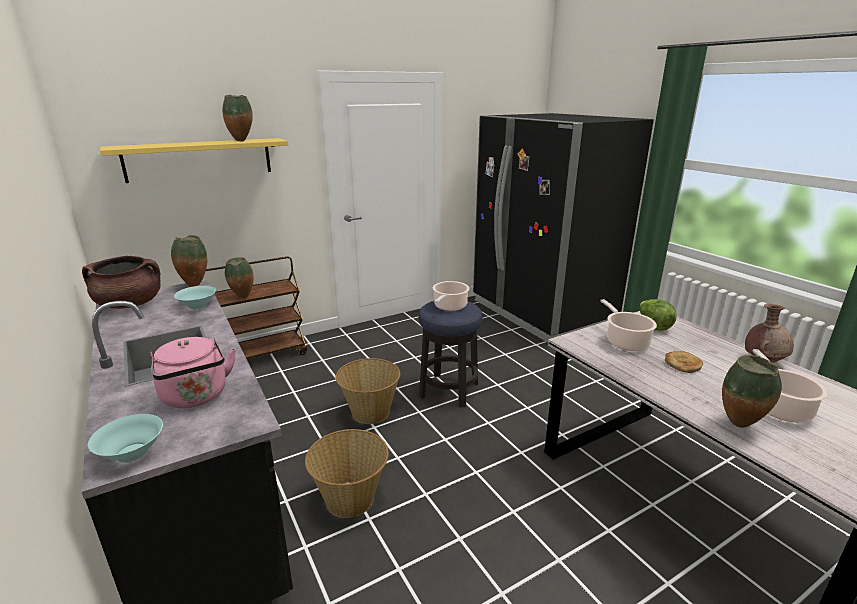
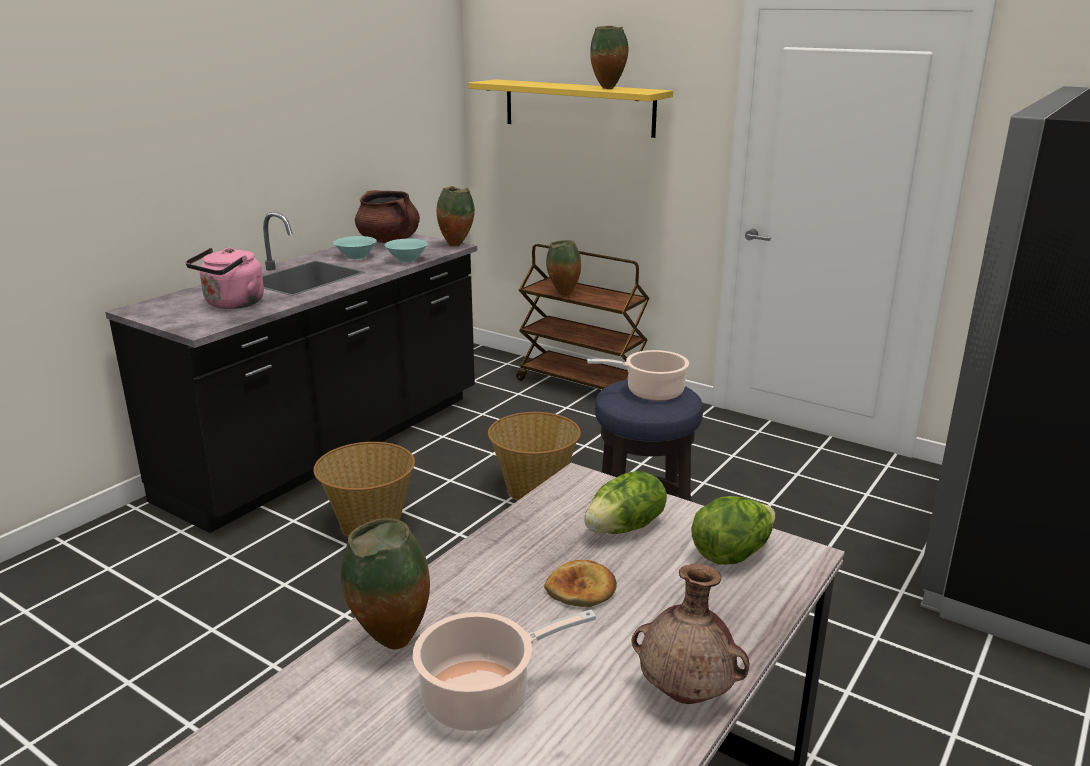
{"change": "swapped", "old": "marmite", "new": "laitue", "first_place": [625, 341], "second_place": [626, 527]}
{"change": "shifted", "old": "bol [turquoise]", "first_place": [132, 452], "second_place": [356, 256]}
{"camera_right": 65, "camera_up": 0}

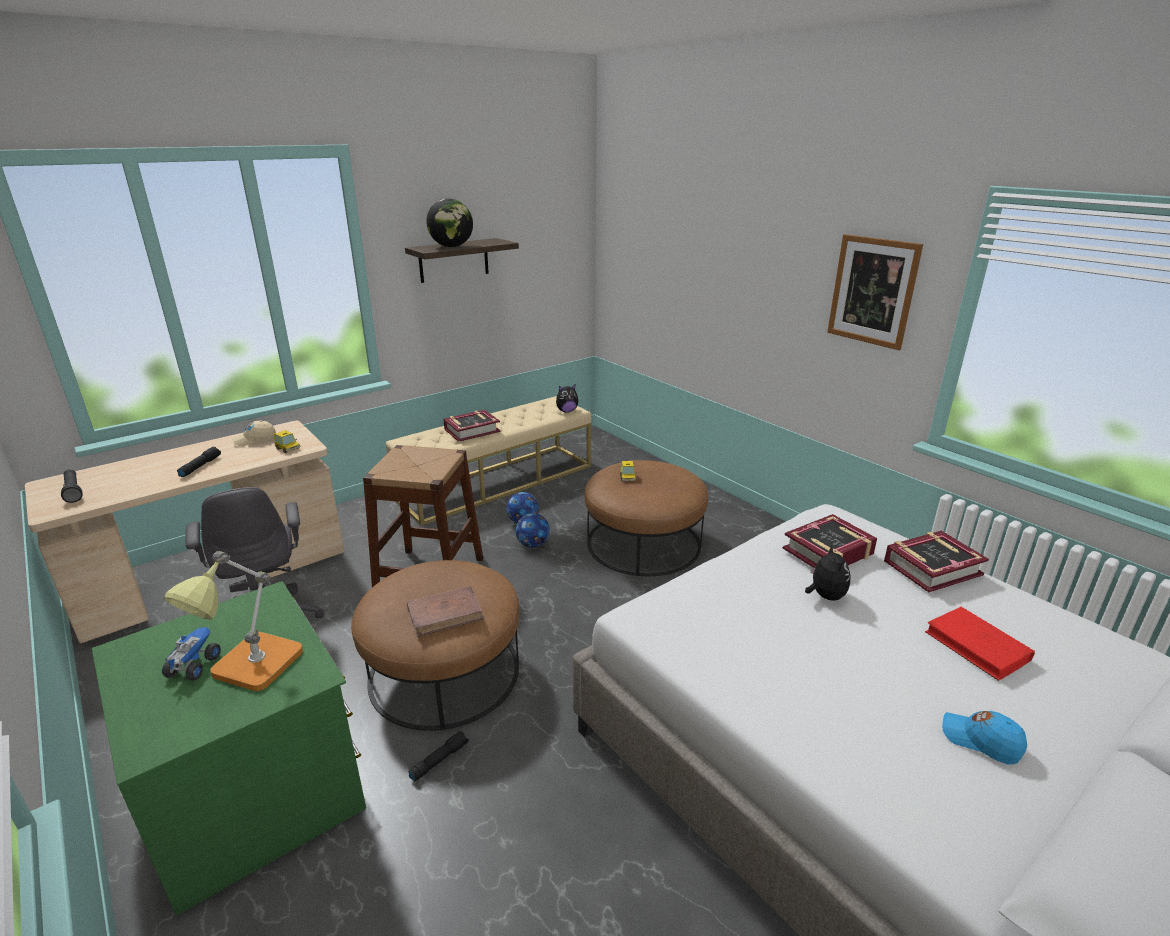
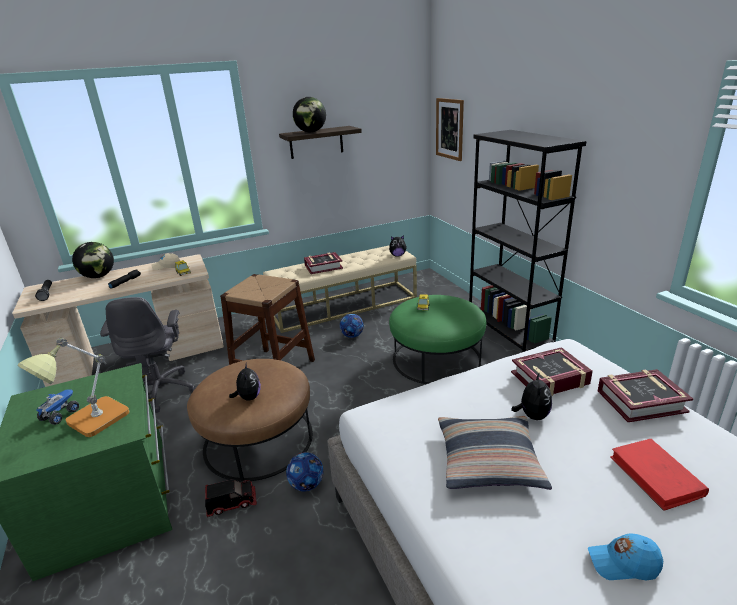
{"change": "shifted", "old": "tableau", "first_place": [872, 291], "second_place": [449, 129]}
{"change": "repainted", "old": "pouf [marron]", "new": "pouf [vert]", "first_place": [643, 543], "second_place": [436, 358]}
{"change": "shifted", "old": "ballon de foot", "first_place": [533, 544], "second_place": [307, 485]}
{"change": "swapped", "old": "livre [marron]", "new": "peluche", "first_place": [445, 614], "second_place": [248, 397]}
{"change": "rotated", "old": "casquette [bleu]", "first_place": [980, 741], "second_place": [623, 563], "degrees": -45}
{"change": "swapped", "old": "lampe de poche [noir]", "new": "camion jouet", "first_place": [439, 760], "second_place": [232, 503]}
{"change": "new", "new": "bibliothèque [noir]", "second_place": [508, 336]}
{"change": "new", "new": "globe", "second_place": [98, 276]}
{"change": "new", "new": "coussin", "second_place": [488, 461]}
{"camera_right": 15, "camera_up": 0}

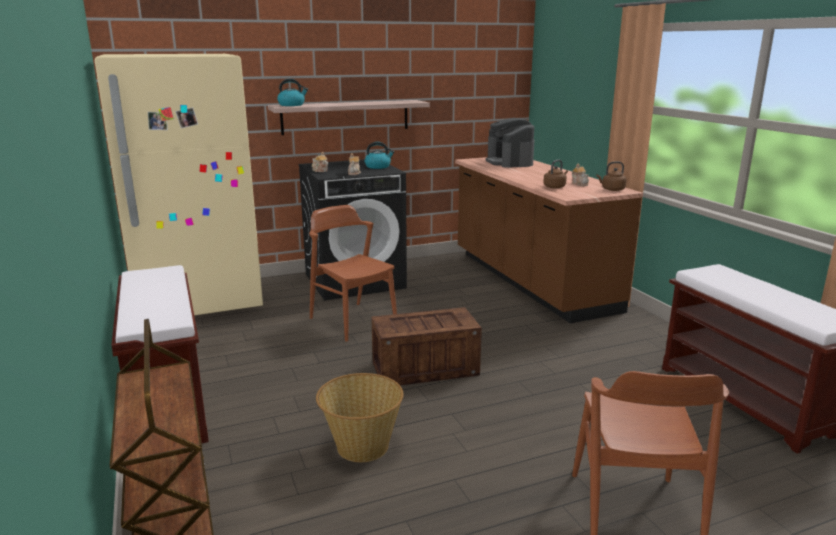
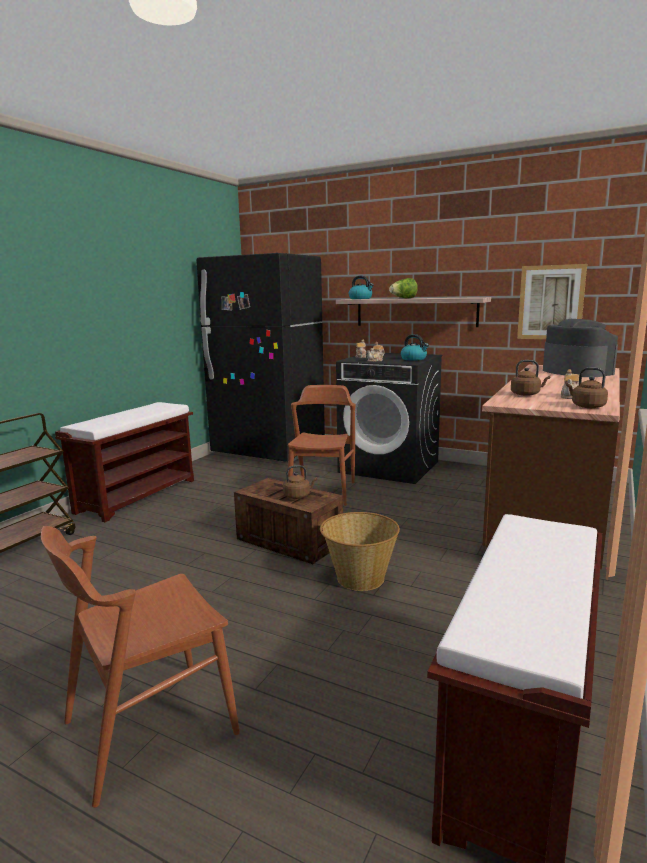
{"change": "repainted", "old": "réfrigérateur [beige]", "new": "réfrigérateur [noir]", "first_place": [199, 303], "second_place": [269, 451]}
{"change": "rotated", "old": "machine à café", "first_place": [509, 162], "second_place": [576, 372], "degrees": 120}
{"change": "shifted", "old": "panier", "first_place": [361, 446], "second_place": [359, 578]}
{"change": "new", "new": "tableau", "second_place": [551, 302]}
{"change": "new", "new": "laitue", "second_place": [403, 298]}
{"change": "new", "new": "bouilloire [marron]", "second_place": [298, 496]}
{"camera_right": 50, "camera_up": -5}

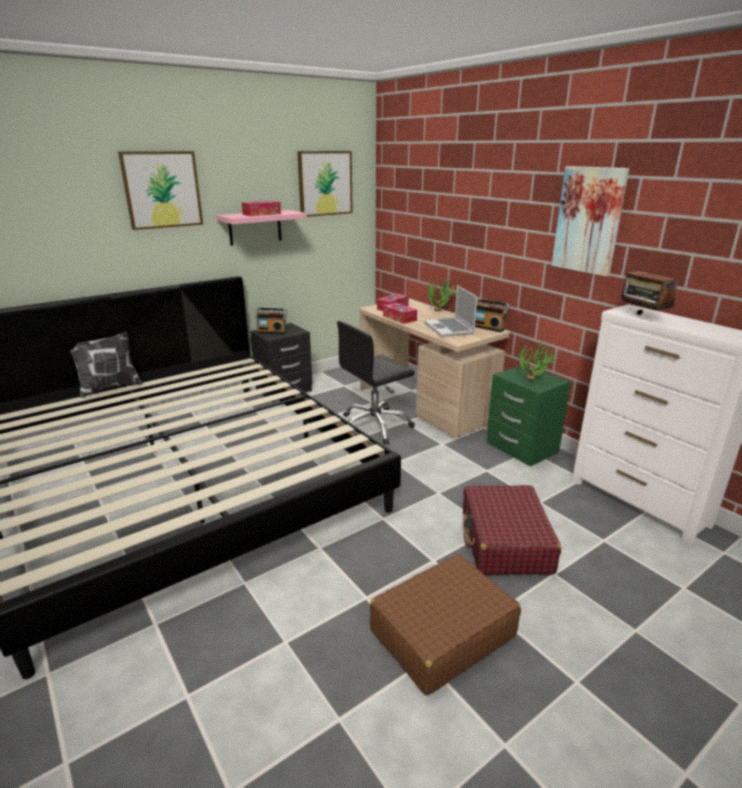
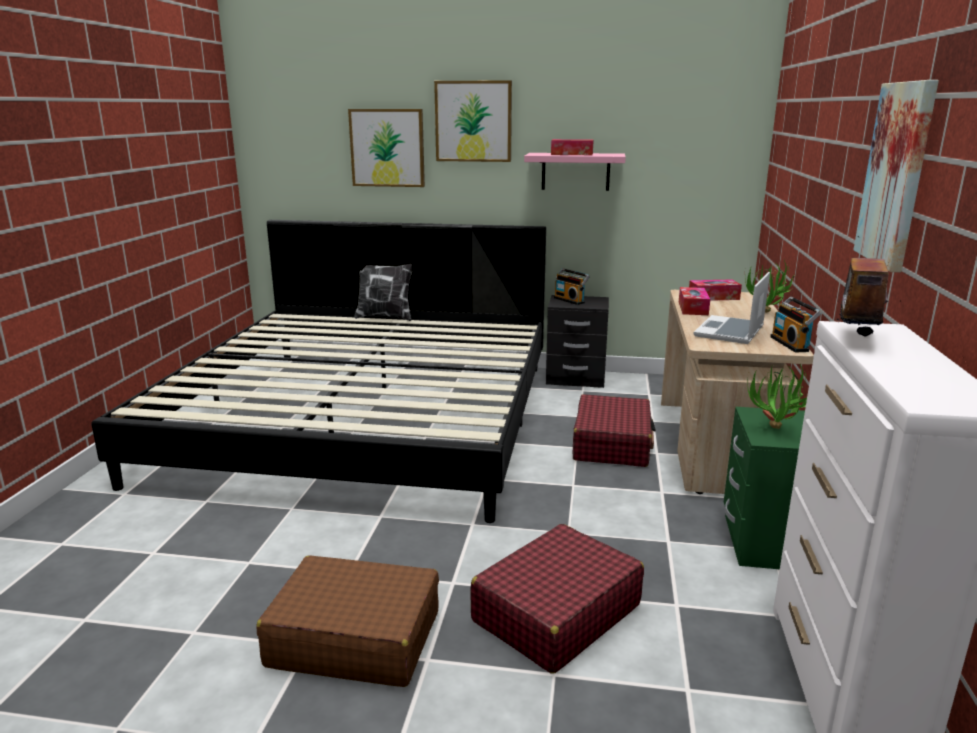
{"change": "shifted", "old": "tableau", "first_place": [325, 183], "second_place": [387, 148]}
{"change": "swapped", "old": "chaise de bureau [noir]", "new": "valise [rouge]", "first_place": [374, 426], "second_place": [612, 444]}
{"camera_right": 45, "camera_up": -5}

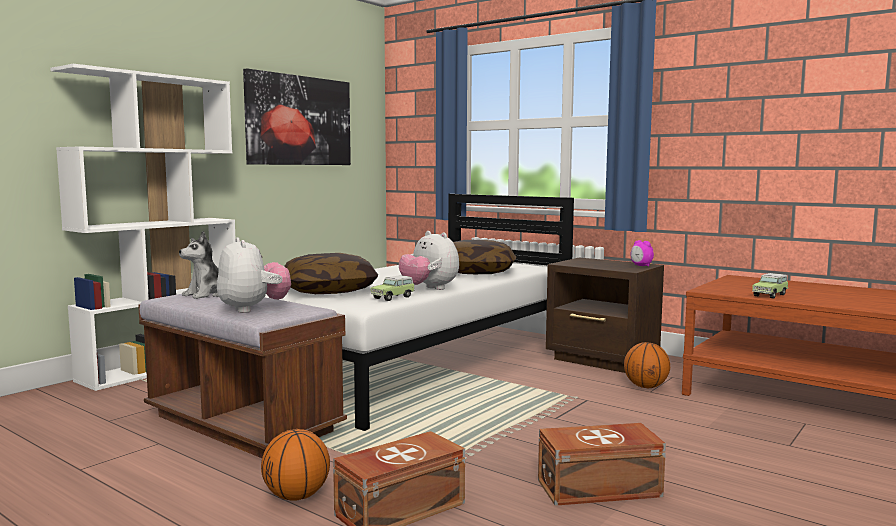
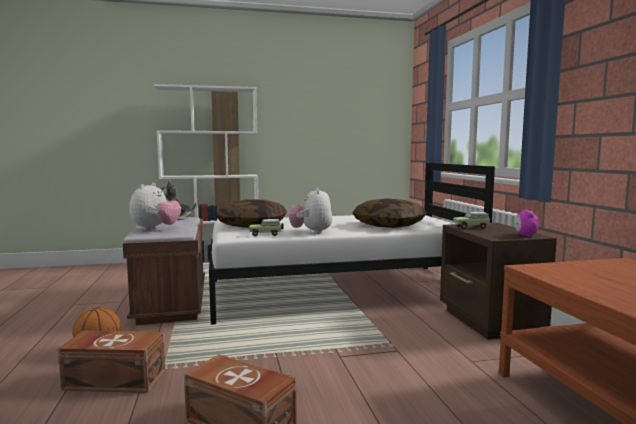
{"change": "gone", "old": "tableau", "first_place": [299, 120]}
{"change": "shifted", "old": "petite voiture", "first_place": [770, 295], "second_place": [472, 227]}
{"change": "gone", "old": "ballon de basket", "first_place": [646, 387]}
{"camera_right": 40, "camera_up": 0}

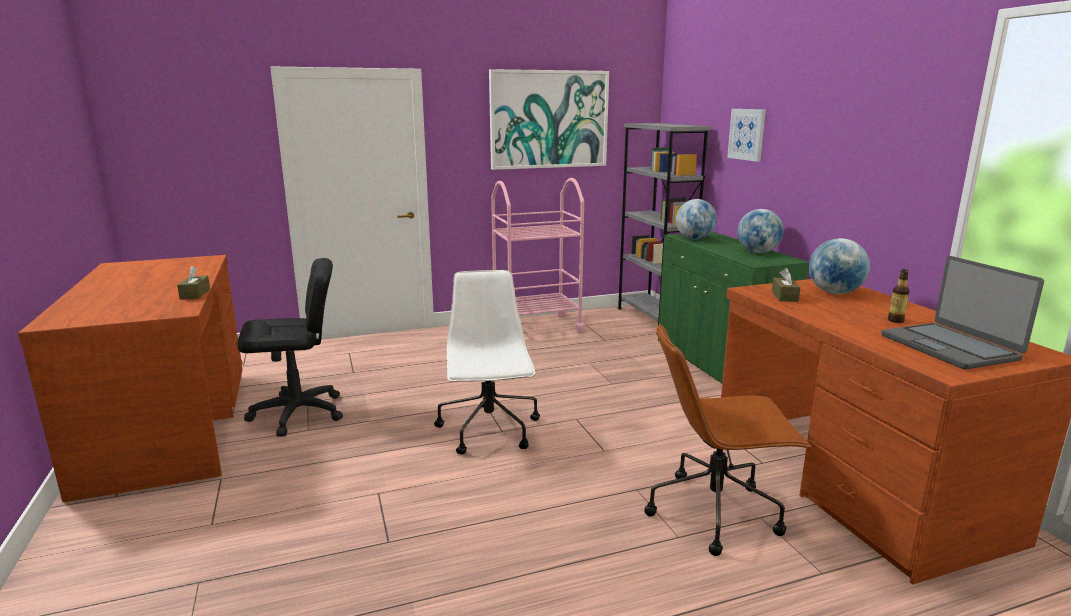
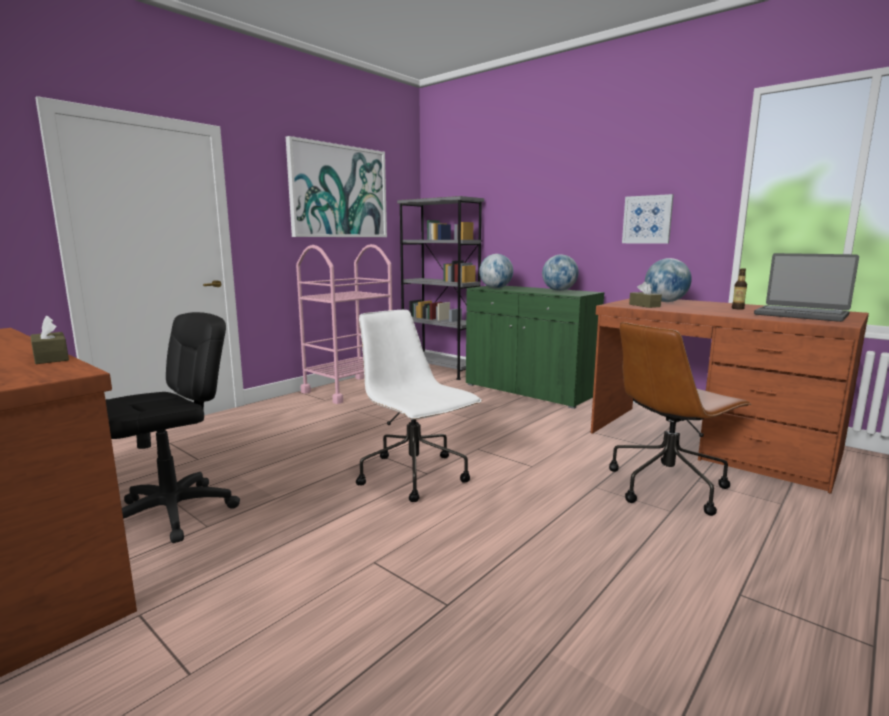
{"change": "shifted", "old": "tableau", "first_place": [747, 134], "second_place": [647, 219]}
{"camera_right": -30, "camera_up": -5}

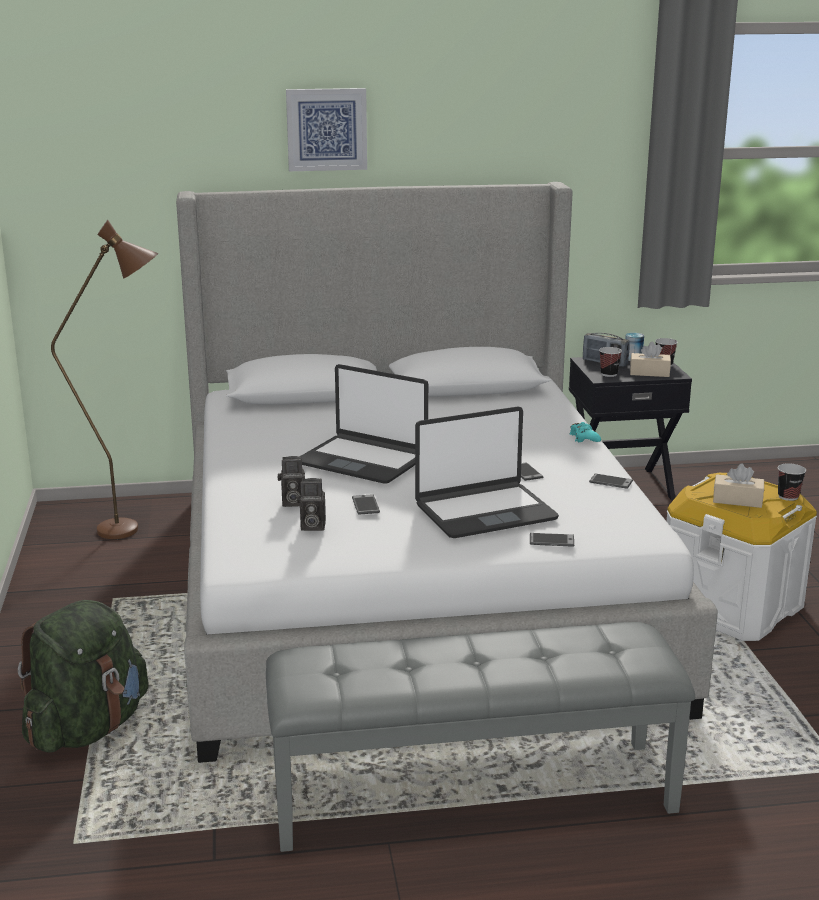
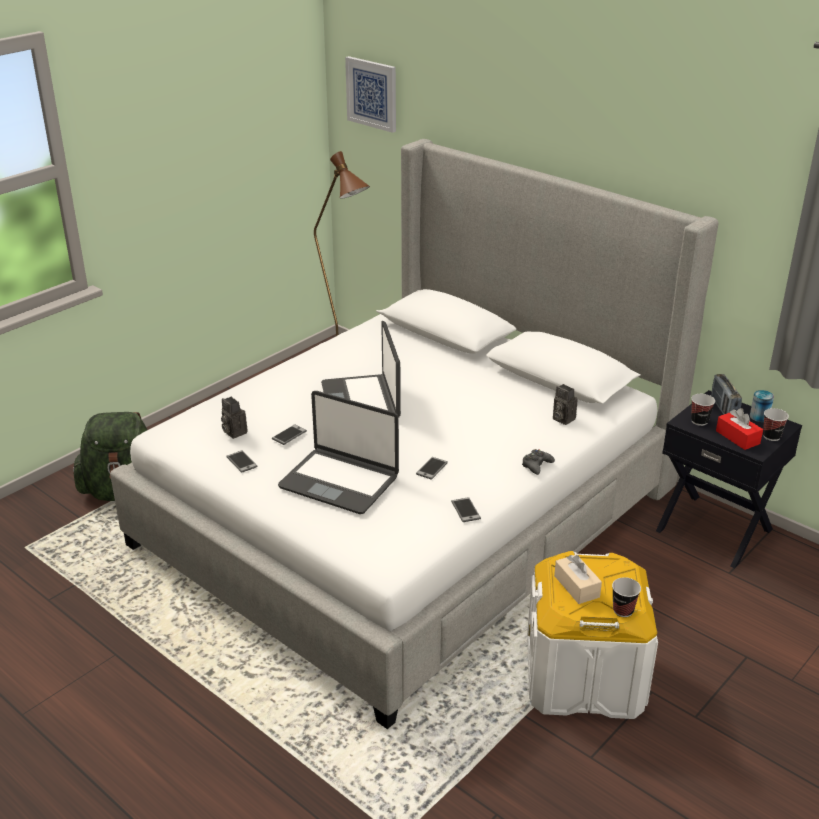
{"change": "shifted", "old": "tableau", "first_place": [326, 129], "second_place": [372, 93]}
{"change": "repainted", "old": "boîte à mouchoirs [beige]", "new": "boîte à mouchoirs [rouge]", "first_place": [649, 373], "second_place": [737, 437]}
{"change": "repainted", "old": "manette [turquoise]", "new": "manette [noir]", "first_place": [584, 438], "second_place": [536, 465]}
{"change": "shifted", "old": "appareil photo", "first_place": [292, 503], "second_place": [562, 419]}
{"change": "shifted", "old": "téléphone", "first_place": [551, 540], "second_place": [241, 462]}
{"change": "gone", "old": "banc [gris]", "first_place": [473, 792]}
{"camera_right": 50, "camera_up": 10}

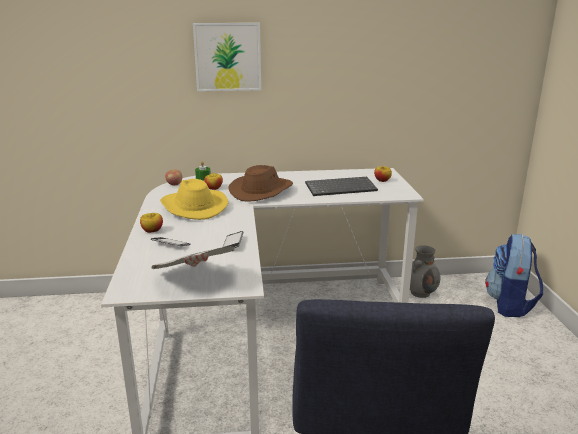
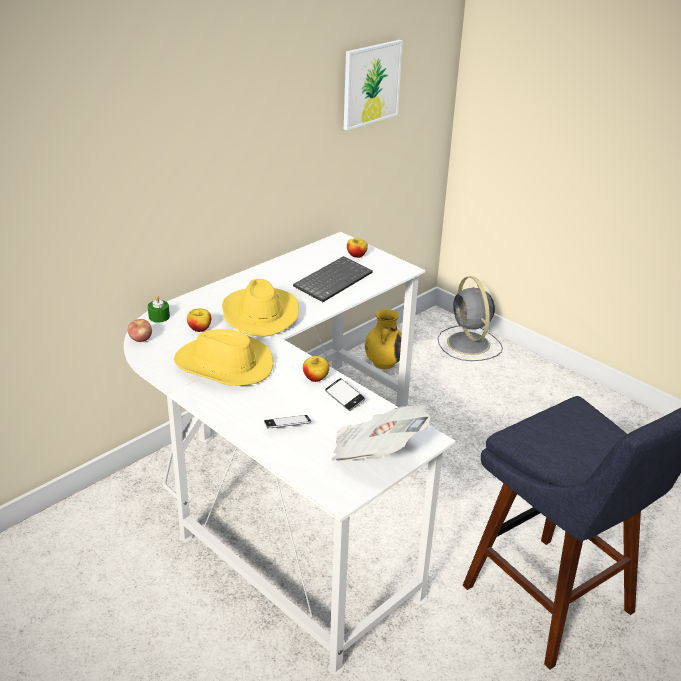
{"change": "shifted", "old": "tableau", "first_place": [228, 57], "second_place": [371, 84]}
{"change": "repainted", "old": "chapeau [marron]", "new": "chapeau [jaune]", "first_place": [262, 191], "second_place": [259, 313]}
{"change": "shifted", "old": "pomme", "first_place": [152, 231], "second_place": [315, 378]}
{"change": "swapped", "old": "sac à dos", "new": "ventilateur [gris]", "first_place": [510, 305], "second_place": [469, 344]}
{"change": "repainted", "old": "vase [gris]", "new": "vase [jaune]", "first_place": [420, 292], "second_place": [383, 362]}
{"camera_right": -40, "camera_up": 10}

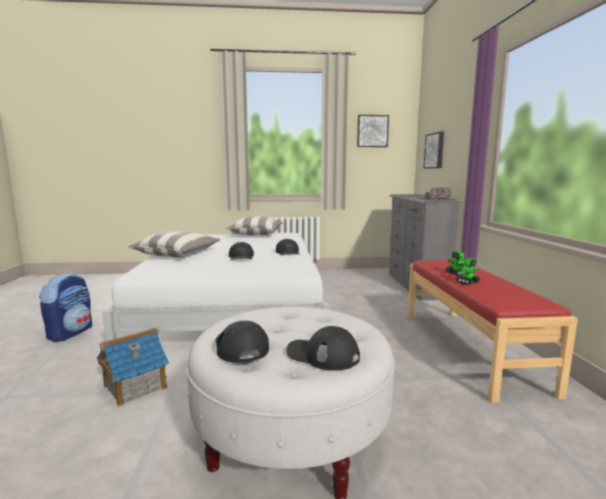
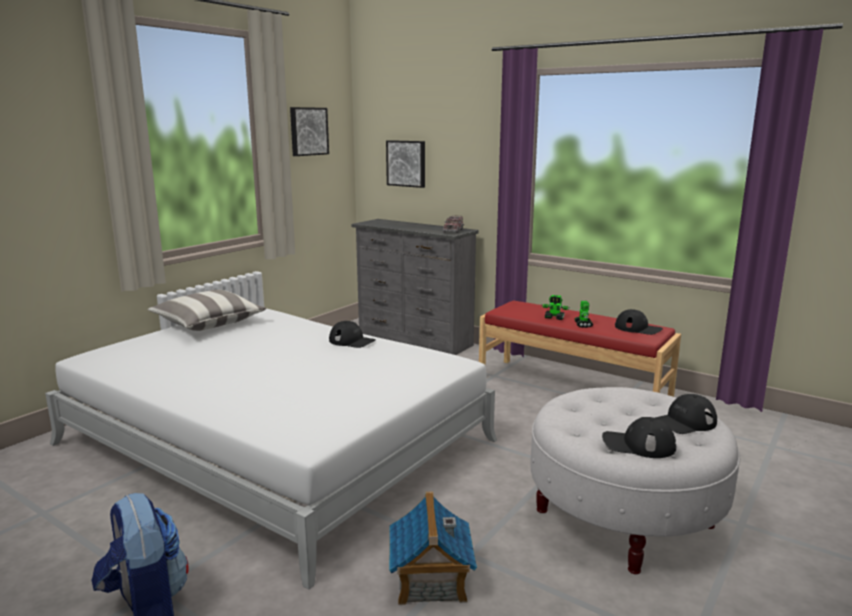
{"change": "gone", "old": "coussin", "first_place": [177, 255]}
{"change": "shifted", "old": "casquette [noir]", "first_place": [241, 257], "second_place": [638, 328]}
{"camera_right": -50, "camera_up": 5}

